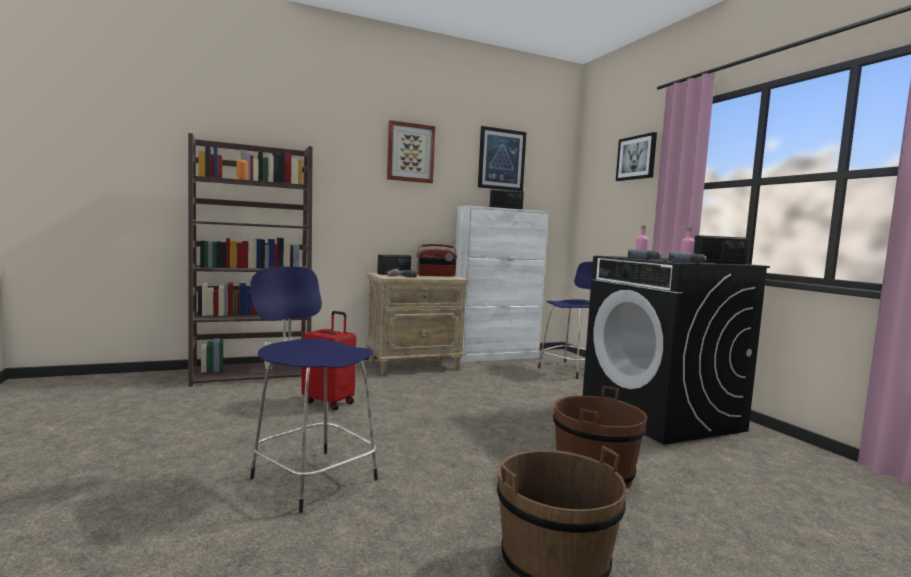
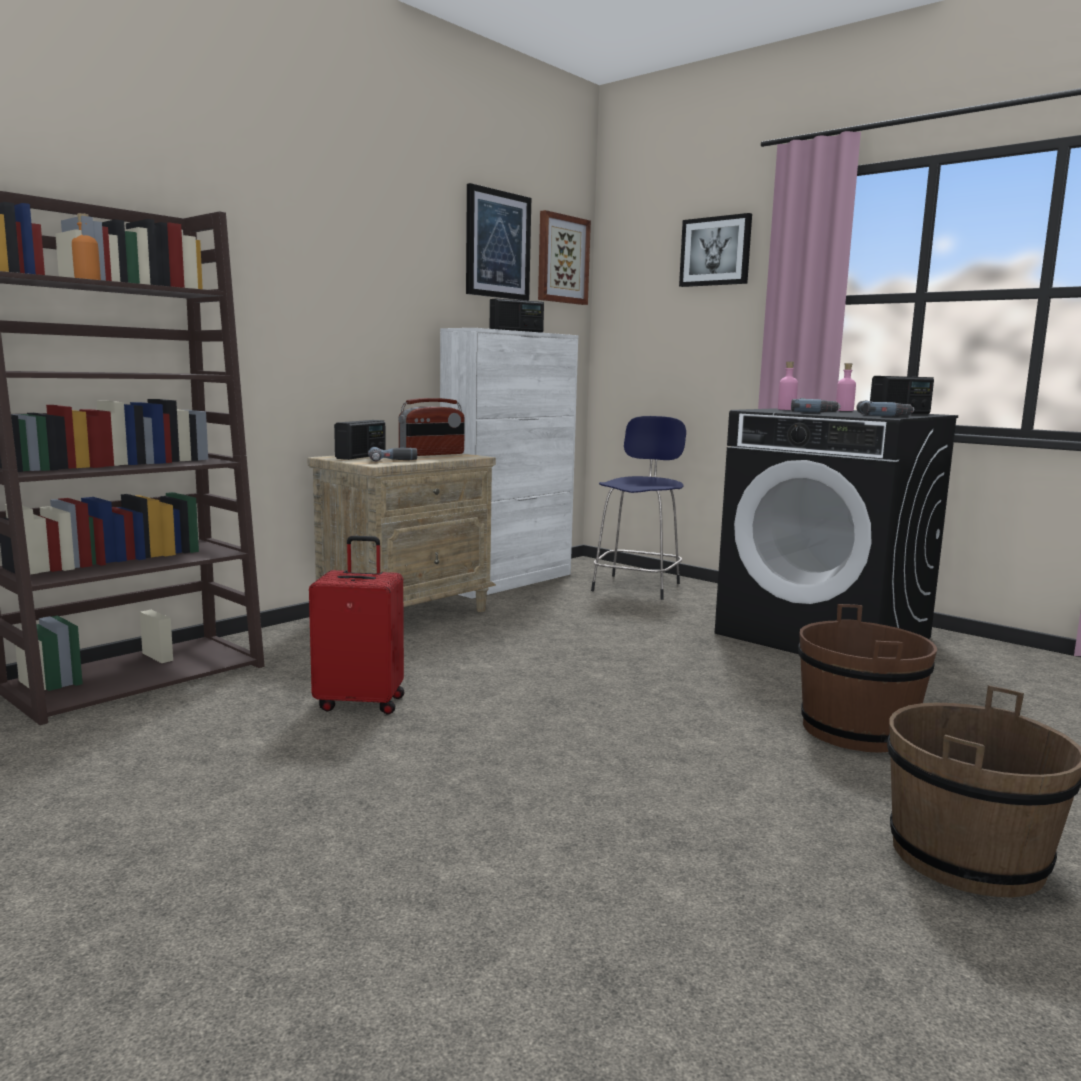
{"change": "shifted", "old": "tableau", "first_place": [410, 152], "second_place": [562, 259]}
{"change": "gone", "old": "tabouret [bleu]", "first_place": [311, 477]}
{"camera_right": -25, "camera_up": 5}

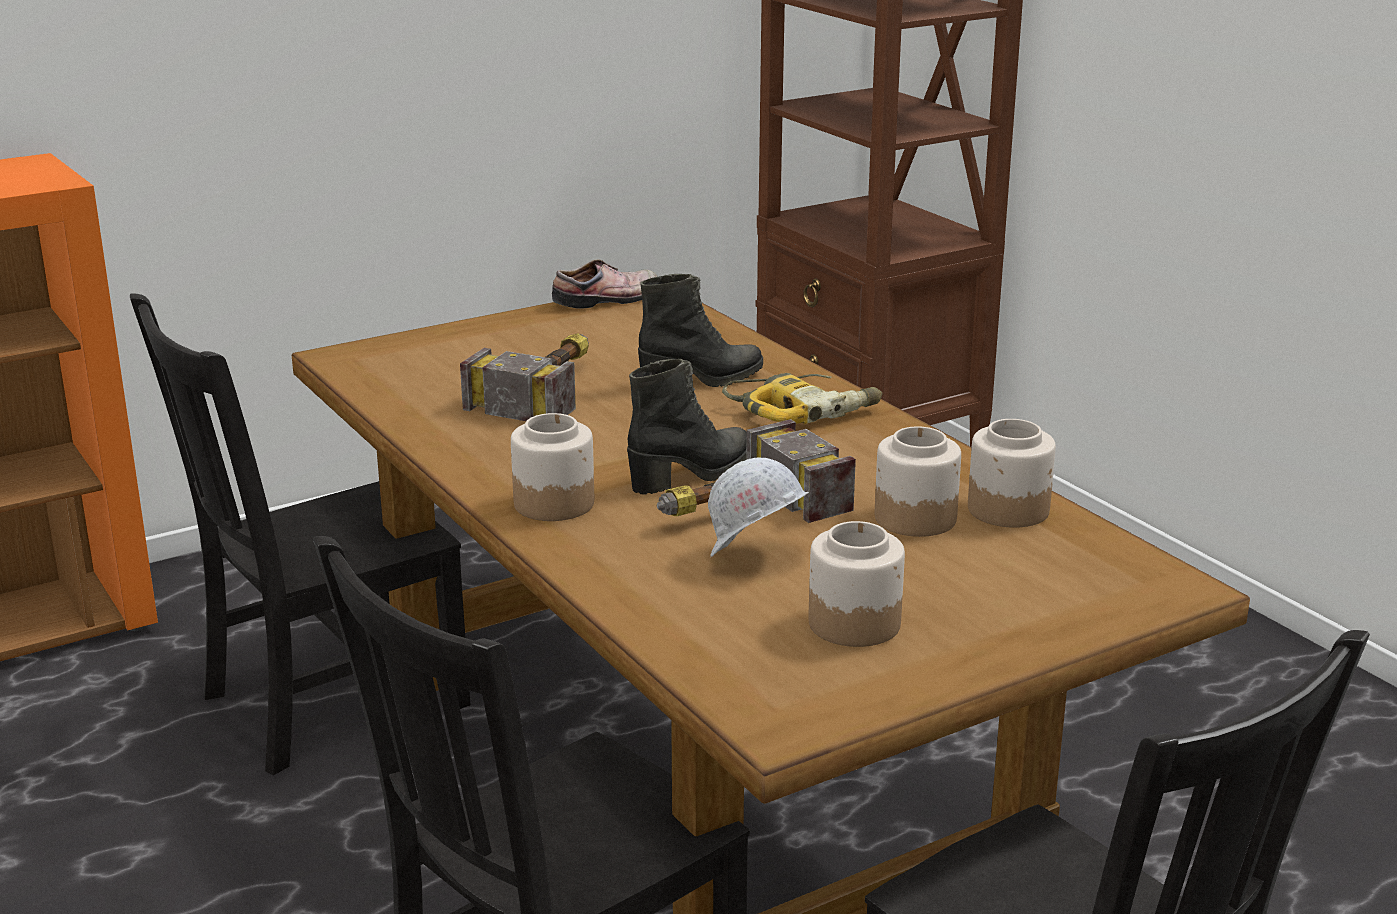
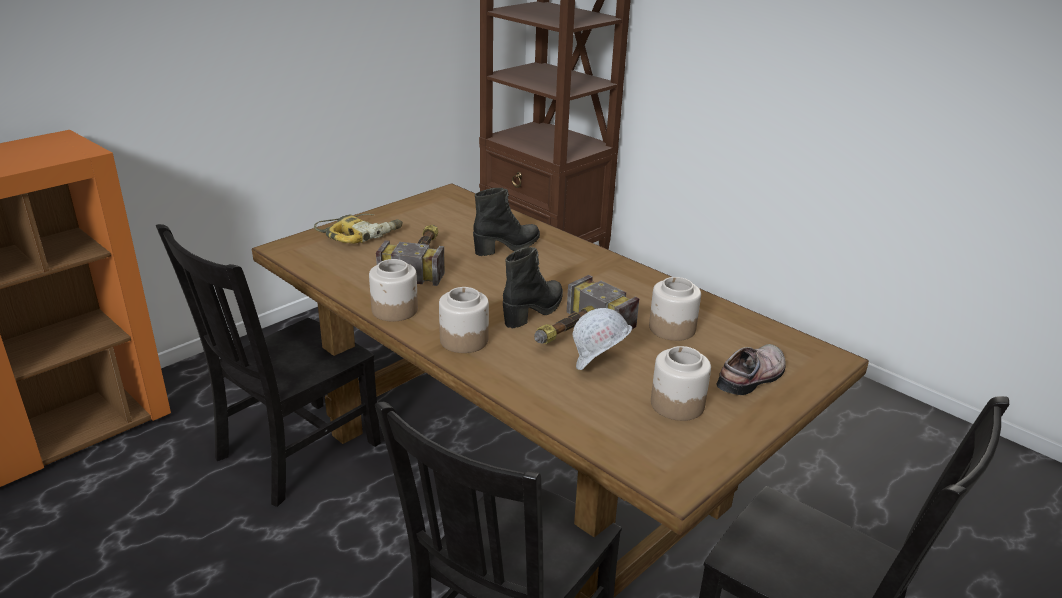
{"change": "shifted", "old": "chaussure", "first_place": [608, 300], "second_place": [753, 377]}
{"change": "shifted", "old": "perceuse", "first_place": [804, 410], "second_place": [360, 234]}
{"change": "shifted", "old": "bocal", "first_place": [1009, 510], "second_place": [395, 310]}
{"camera_right": -15, "camera_up": 5}

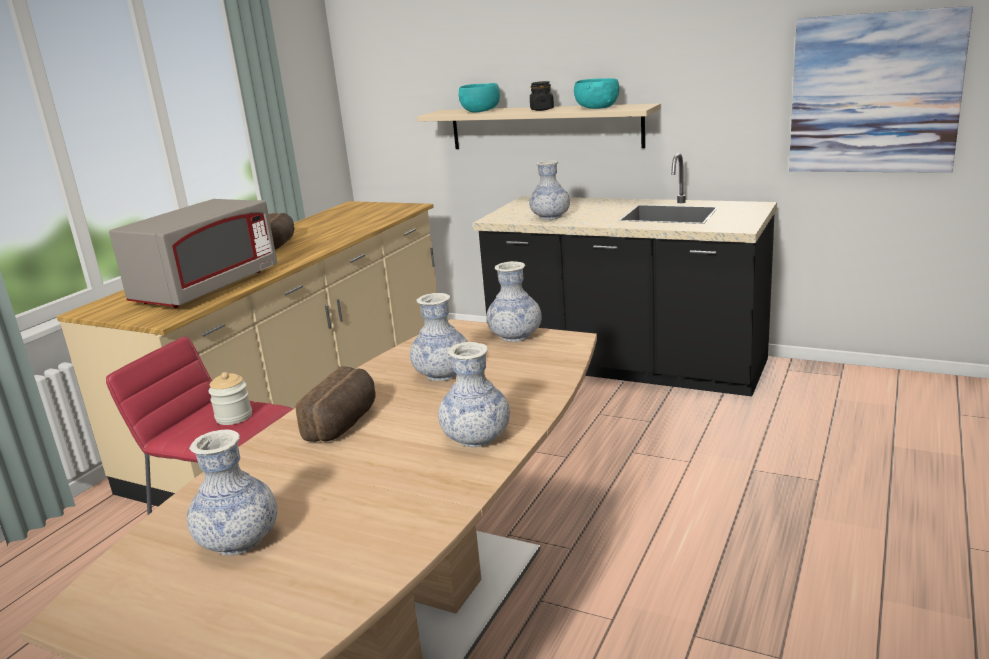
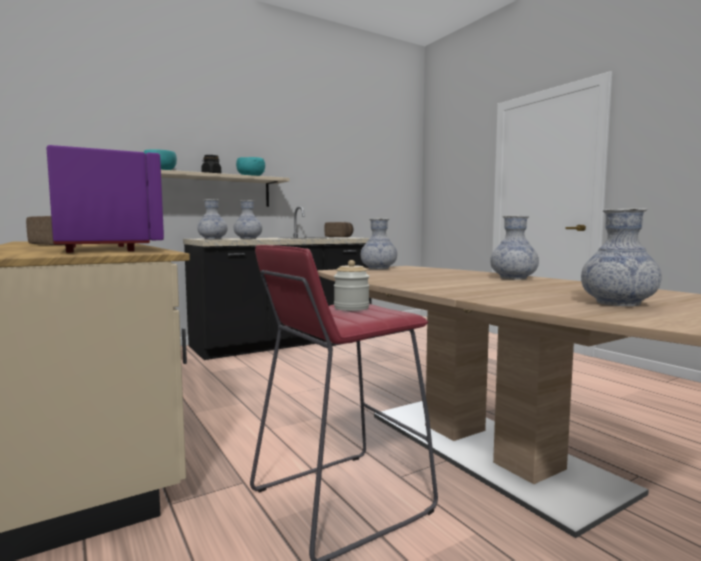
{"change": "gone", "old": "tableau", "first_place": [874, 94]}
{"change": "repainted", "old": "micro-ondes [gris]", "new": "micro-ondes [violet]", "first_place": [207, 288], "second_place": [107, 249]}
{"change": "shifted", "old": "vase", "first_place": [442, 374], "second_place": [212, 239]}
{"change": "shifted", "old": "pain", "first_place": [345, 423], "second_place": [340, 237]}
{"camera_right": -60, "camera_up": -15}

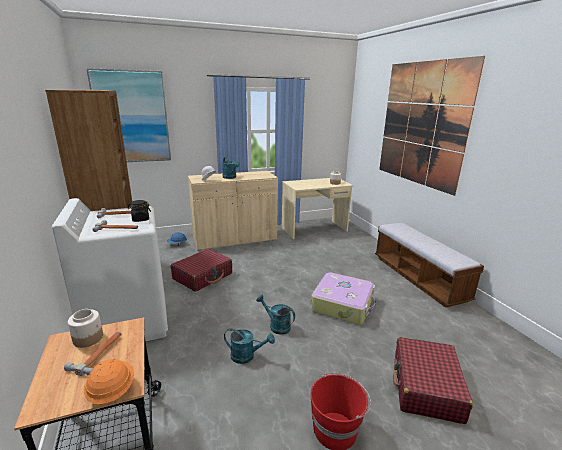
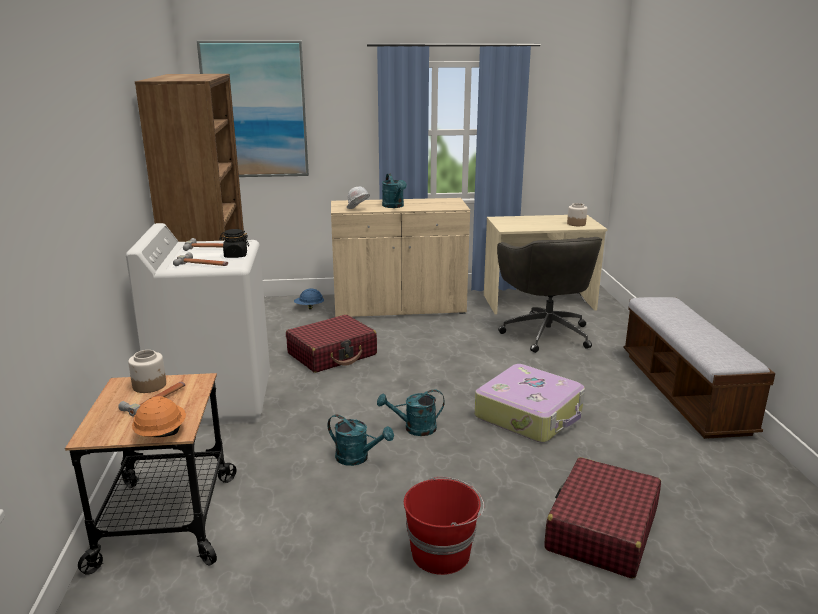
{"change": "gone", "old": "tableau", "first_place": [421, 124]}
{"change": "rotated", "old": "arrosoir [turquoise]", "first_place": [276, 326], "second_place": [414, 429], "degrees": -60}
{"change": "new", "new": "chaise de bureau [gris]", "second_place": [546, 333]}
{"camera_right": 15, "camera_up": 0}

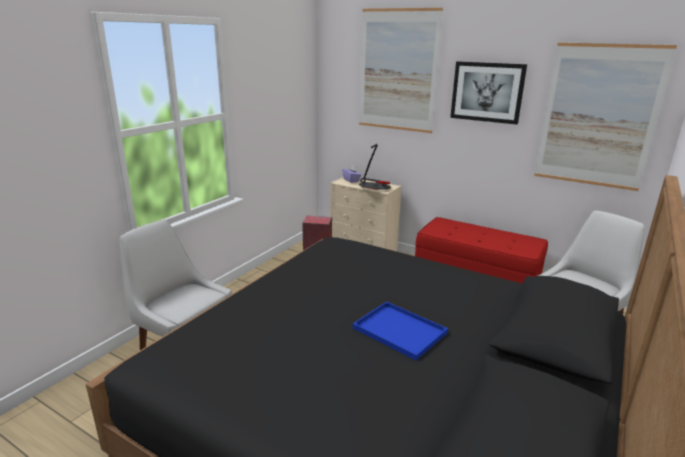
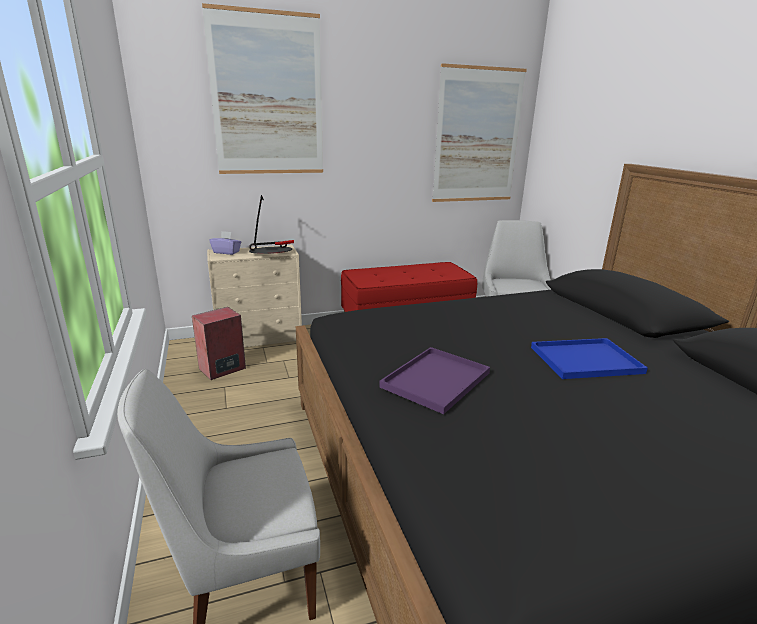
{"change": "gone", "old": "tableau", "first_place": [487, 92]}
{"change": "new", "new": "plateau [violet]", "second_place": [436, 378]}
{"camera_right": -50, "camera_up": 0}

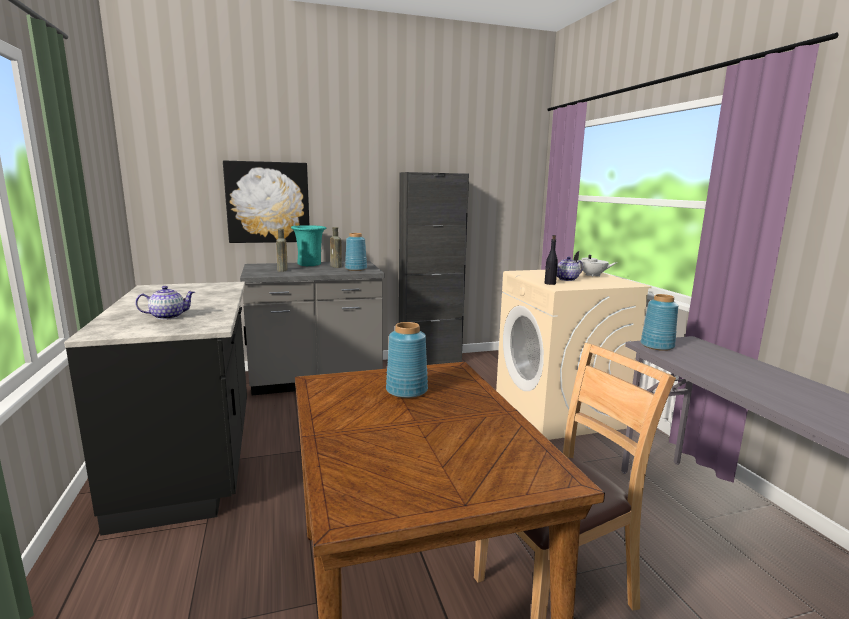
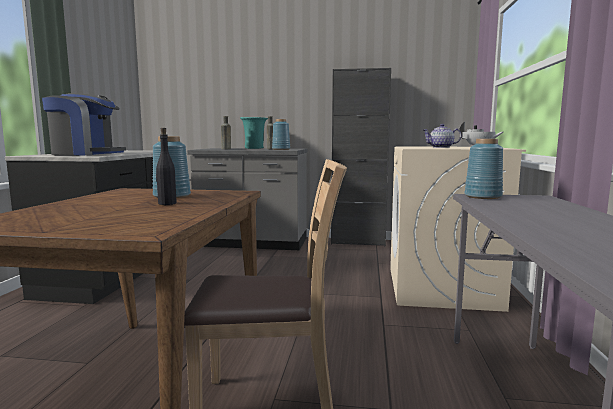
{"change": "gone", "old": "tableau", "first_place": [268, 202]}
{"change": "shifted", "old": "bouteille [noir]", "first_place": [550, 283], "second_place": [167, 203]}
{"change": "swapped", "old": "théière", "new": "machine à café", "first_place": [167, 316], "second_place": [86, 154]}
{"camera_right": 25, "camera_up": -5}

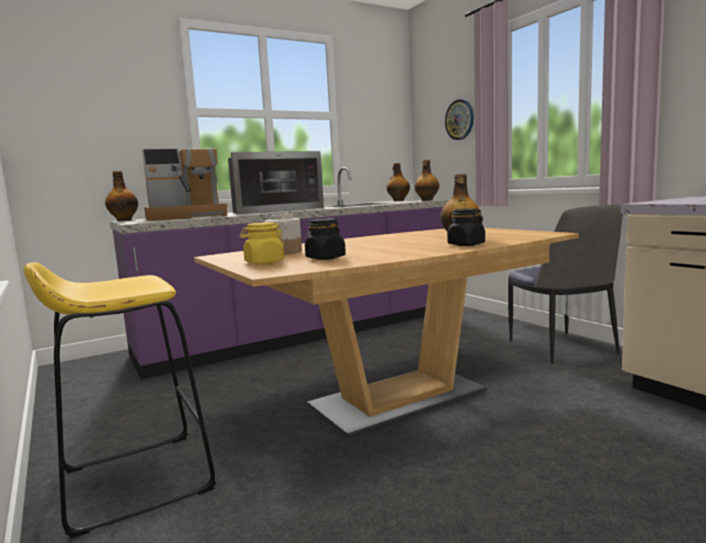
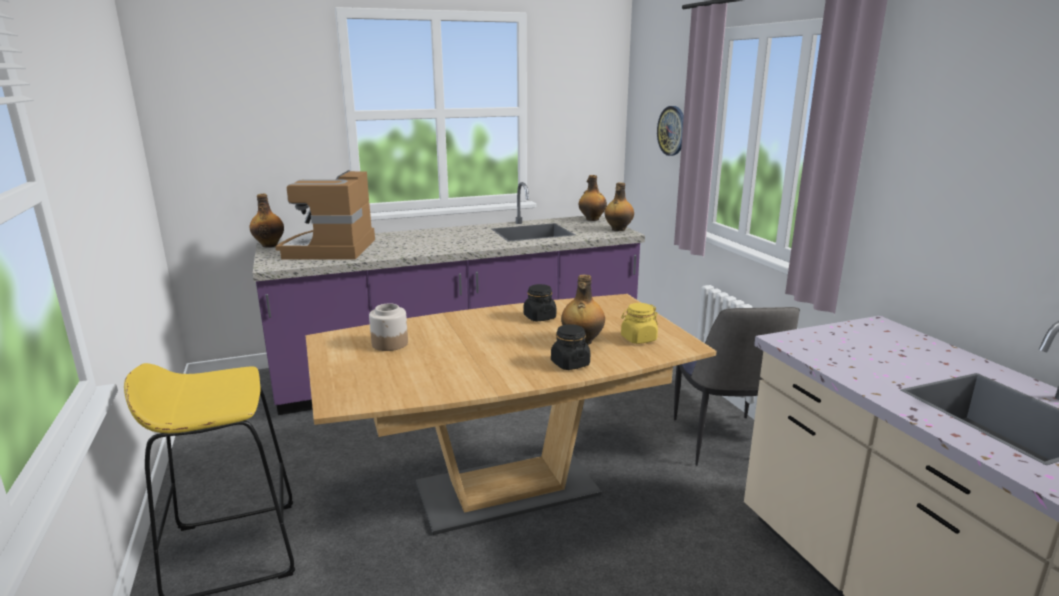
{"change": "rotated", "old": "machine à café", "first_place": [187, 217], "second_place": [331, 249], "degrees": 105}
{"change": "gone", "old": "micro-ondes", "first_place": [273, 210]}
{"change": "shifted", "old": "bocal [noir]", "first_place": [325, 258], "second_place": [539, 317]}
{"change": "shifted", "old": "bocal [jaune]", "first_place": [264, 262], "second_place": [638, 339]}
{"camera_right": 10, "camera_up": 10}

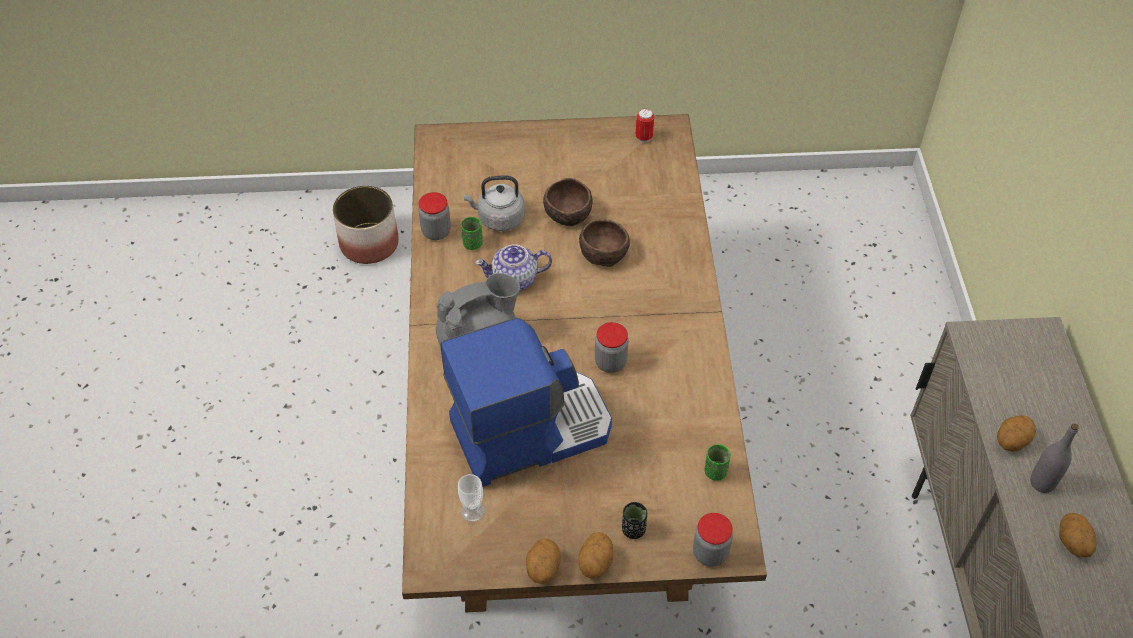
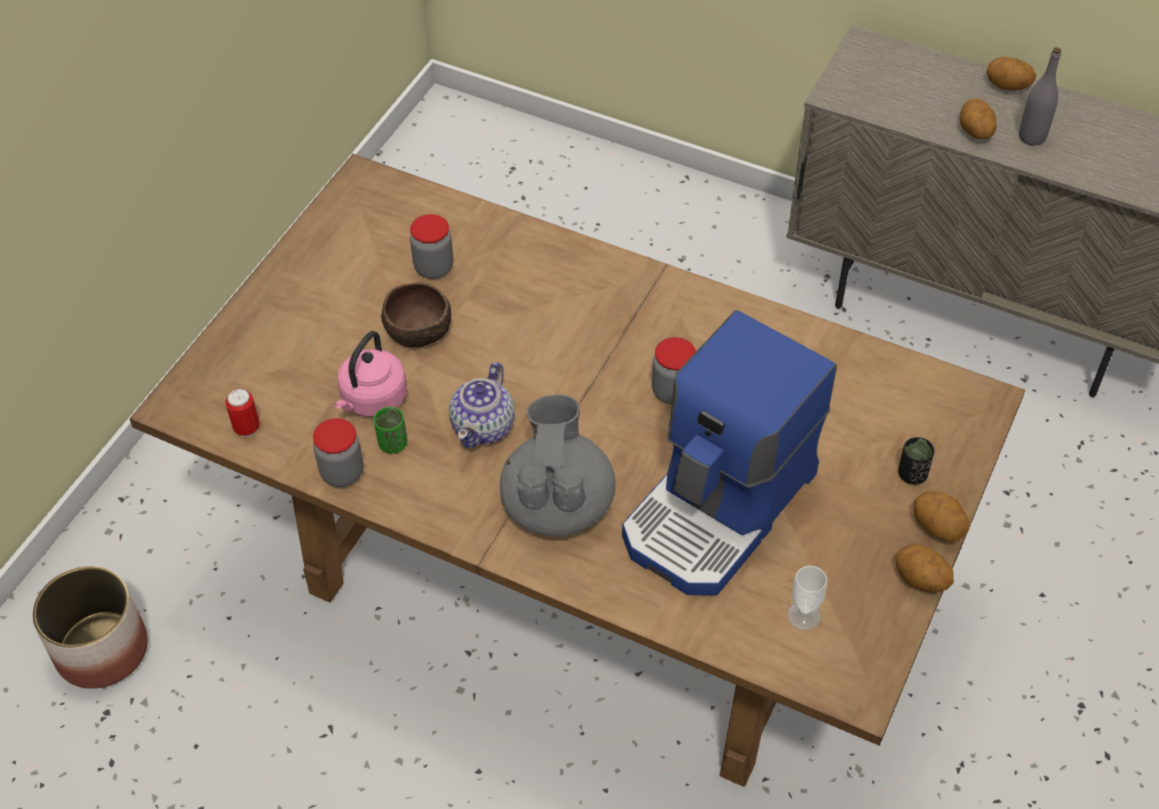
{"change": "shifted", "old": "boîte métallique", "first_place": [644, 137], "second_place": [247, 428]}
{"change": "repainted", "old": "bouilloire [gris]", "new": "bouilloire [rose]", "first_place": [498, 218], "second_place": [372, 400]}
{"change": "gone", "old": "bol [marron]", "first_place": [603, 252]}
{"change": "rotated", "old": "machine à café", "first_place": [530, 429], "second_place": [720, 509], "degrees": -150}
{"change": "gone", "old": "tasse [vert]", "first_place": [715, 472]}
{"change": "shifted", "old": "bocal", "first_place": [710, 553], "second_place": [434, 268]}
{"change": "shifted", "old": "pomme de terre", "first_place": [1071, 543], "second_place": [1007, 87]}
{"camera_right": -60, "camera_up": 0}

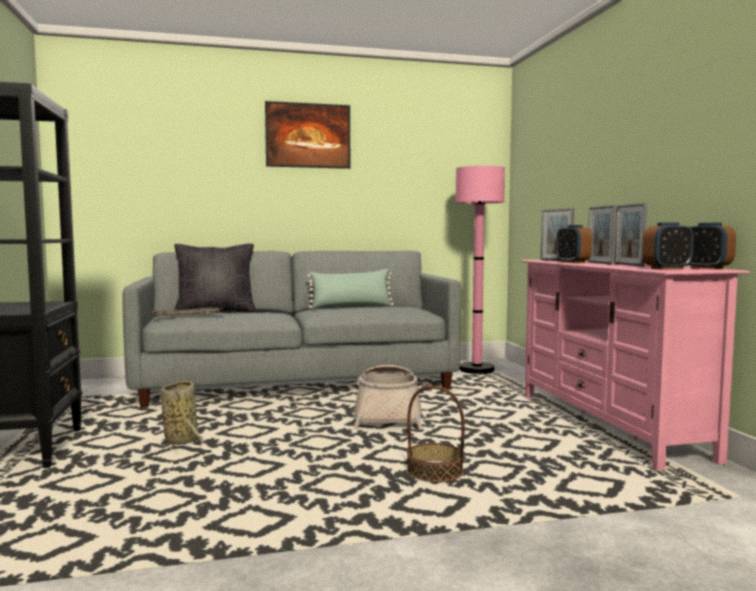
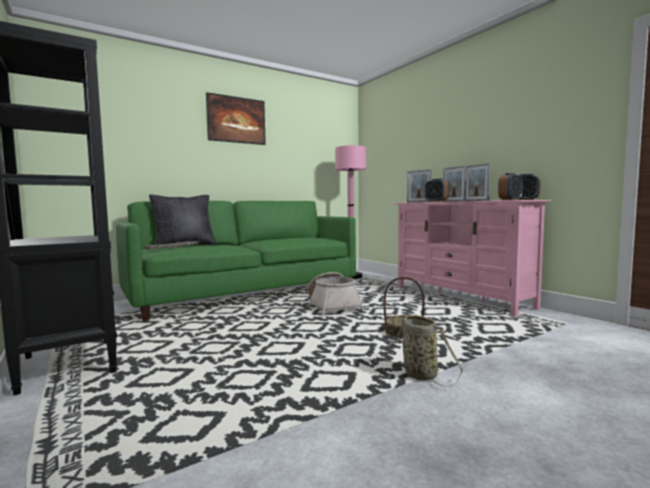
{"change": "repainted", "old": "canapé [gris]", "new": "canapé [vert]", "first_place": [298, 383], "second_place": [245, 294]}
{"change": "gone", "old": "coussin [vert]", "first_place": [351, 307]}
{"change": "shifted", "old": "panier", "first_place": [181, 440], "second_place": [417, 374]}
{"camera_right": -20, "camera_up": 0}

